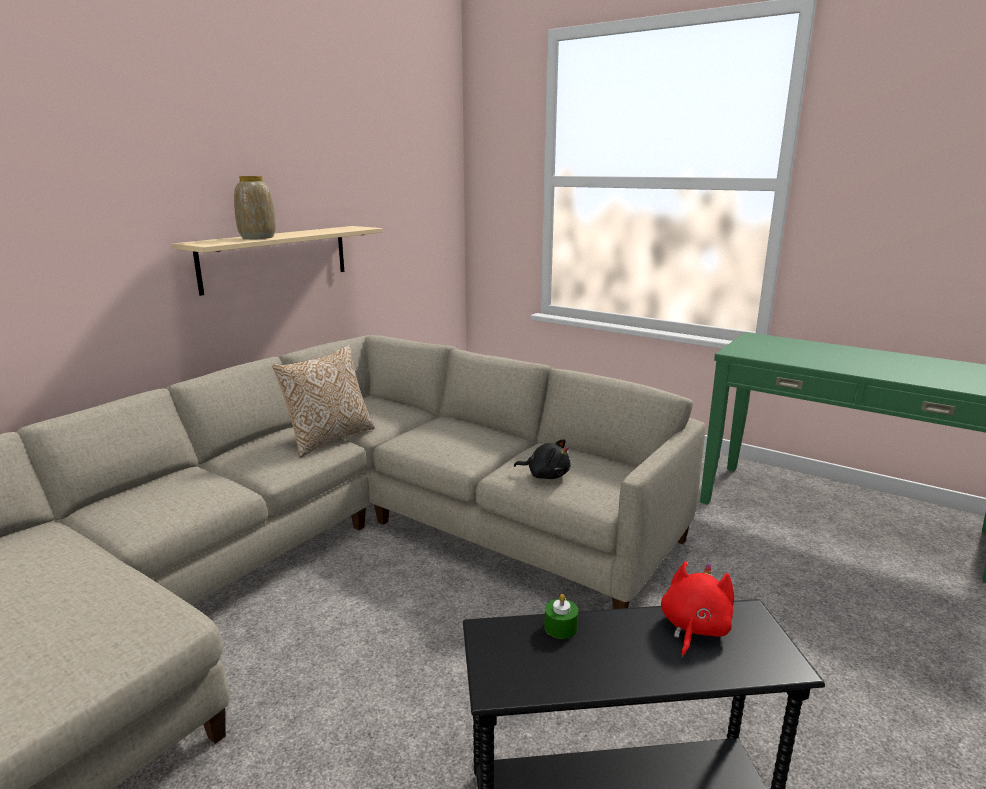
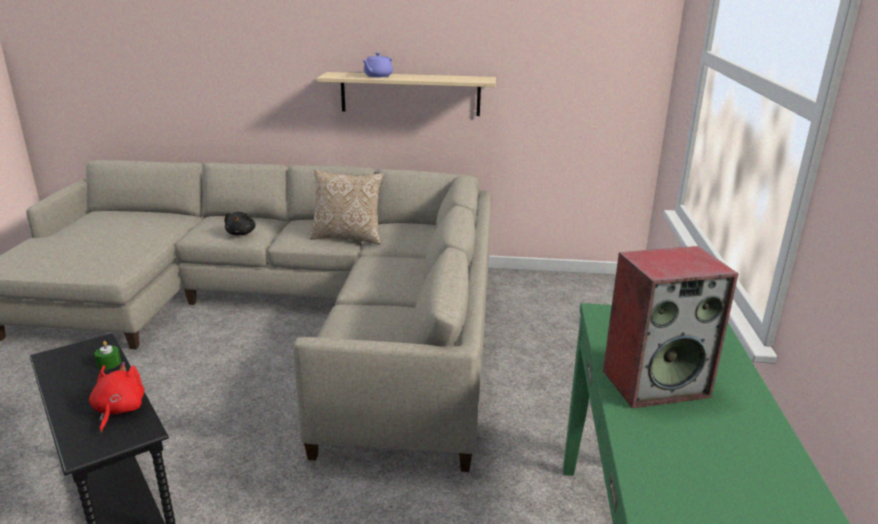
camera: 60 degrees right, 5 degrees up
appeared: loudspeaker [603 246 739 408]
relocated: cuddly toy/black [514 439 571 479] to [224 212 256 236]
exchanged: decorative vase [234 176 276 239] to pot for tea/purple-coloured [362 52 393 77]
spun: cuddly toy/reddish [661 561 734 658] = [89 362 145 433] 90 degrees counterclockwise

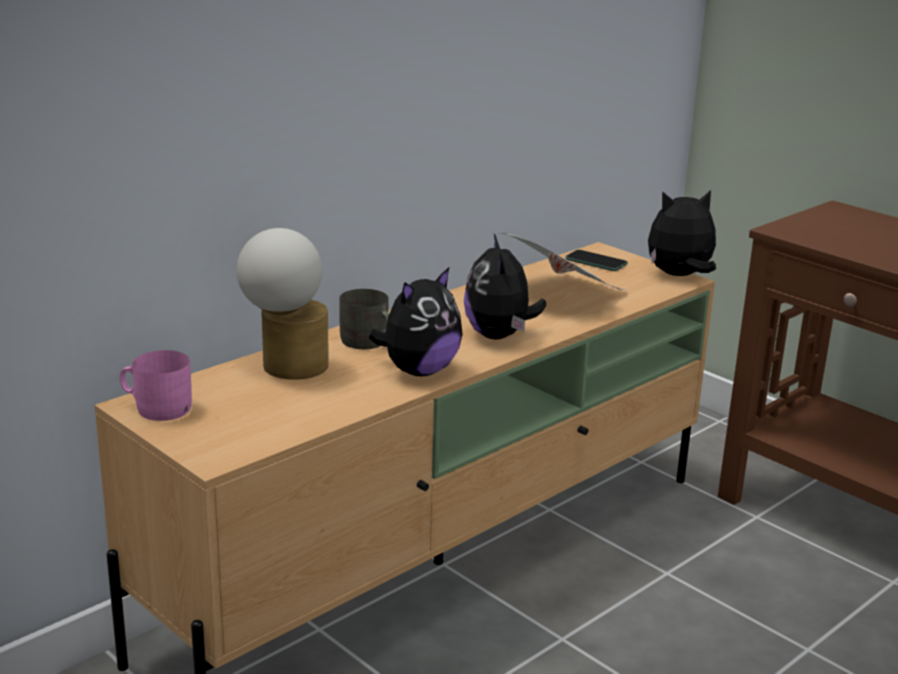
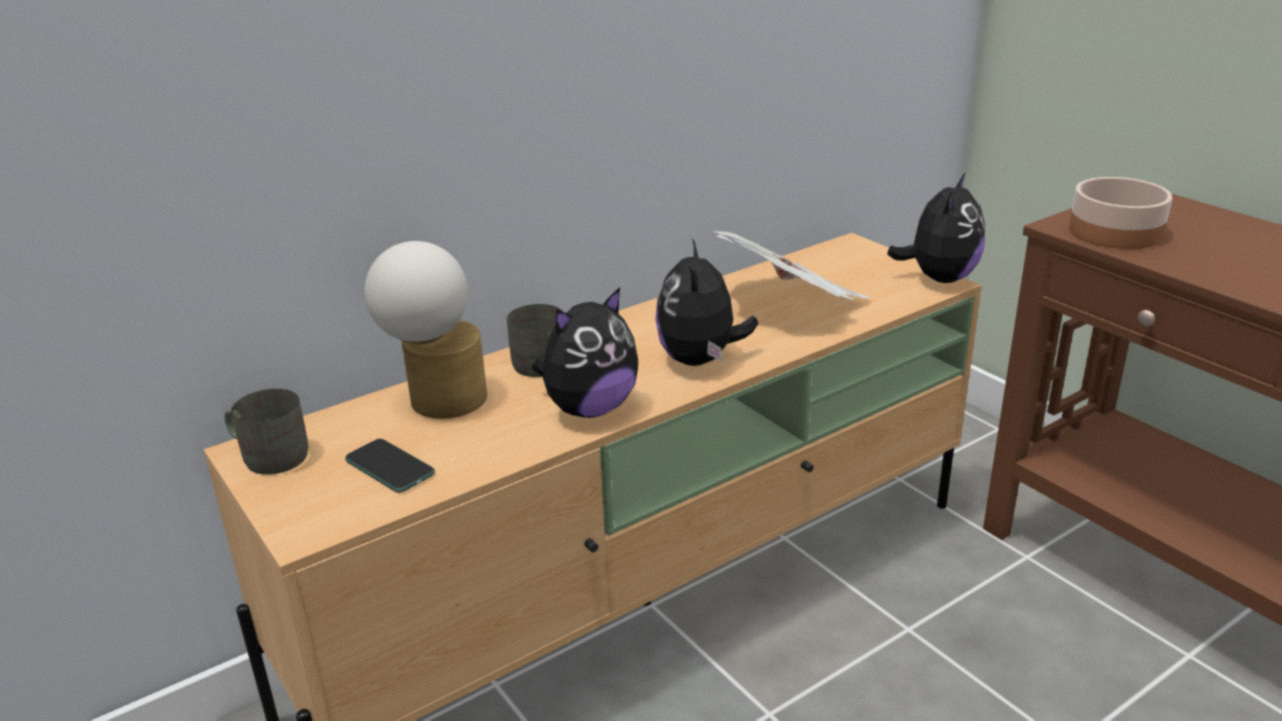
camera: 10 degrees right, 5 degrees up
appeared: bowl [1069 177 1172 249]
relocated: phone [565 250 628 271] to [345 439 435 493]
colour: tea mug/pink [120 350 192 421] to tea mug/greyish [225 389 308 475]
spun: cuddly toy [648 190 716 276] = [887 172 985 283] 120 degrees clockwise

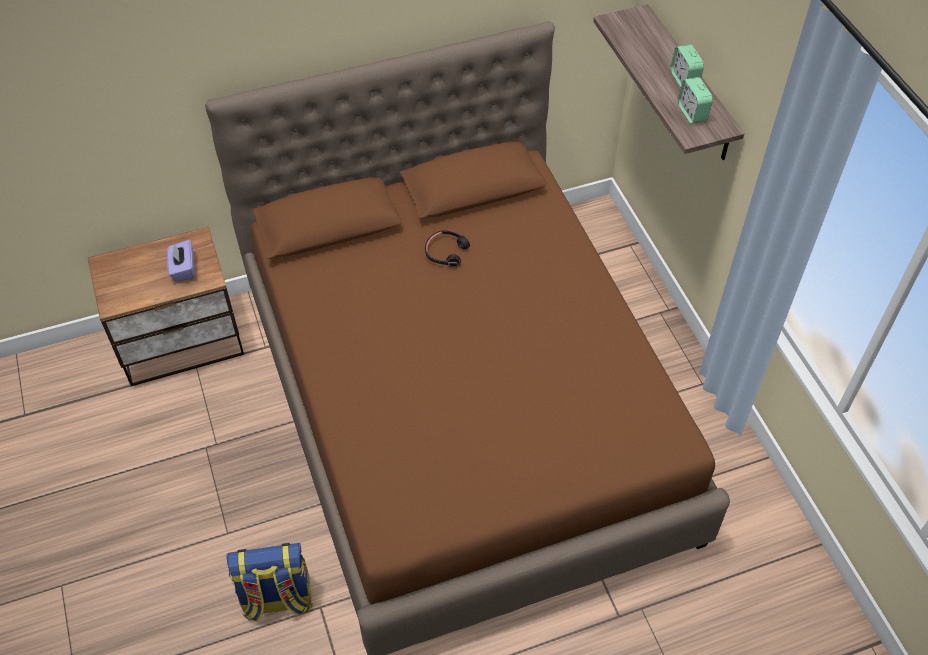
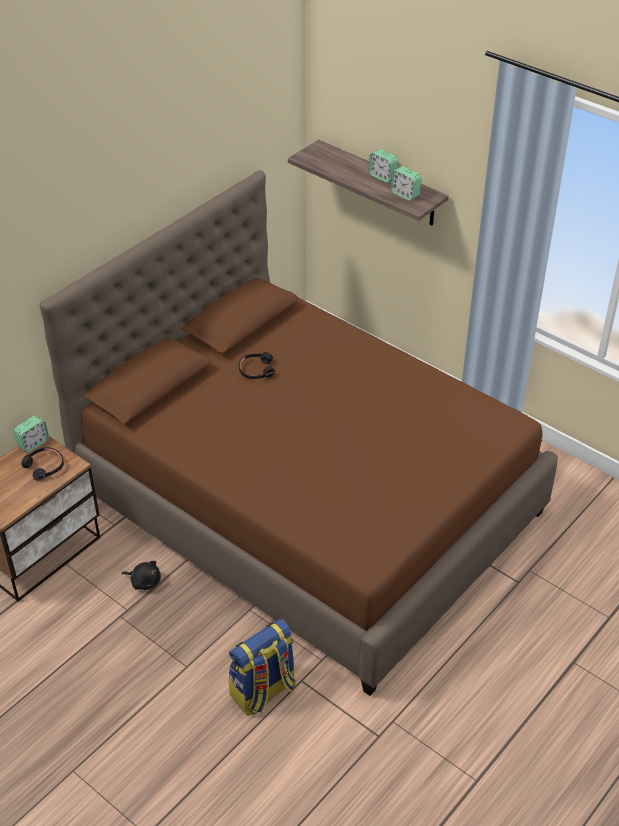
camera: 30 degrees left, 10 degrees down
appeared: table clock [14 416 49 453]; cuddly toy/black [121 561 161 590]
exchanged: tissue holder/purple-coloured [167 240 195 282] to headphones/black [21 447 64 481]

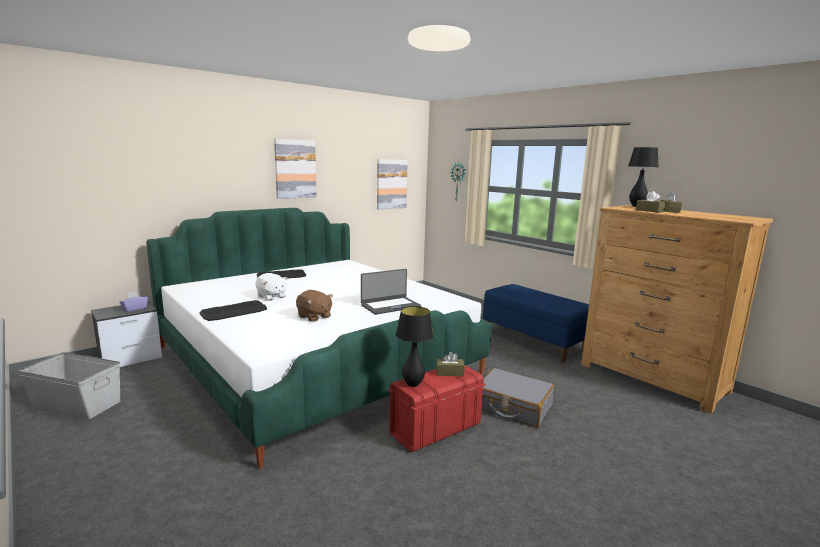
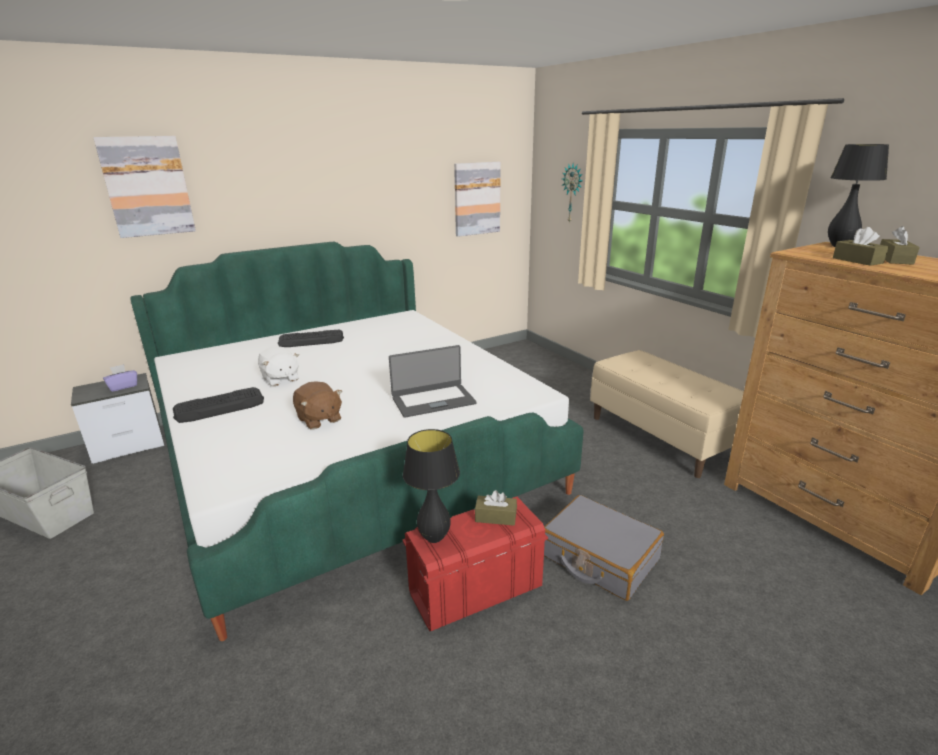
camera: 10 degrees right, 10 degrees up
relocated: wall picture [274 139 317 199] to [93 136 196 238]
colour: indoor bench/blue-coloured [483 284 589 362] to indoor bench/sand-coloured [590 350 744 478]

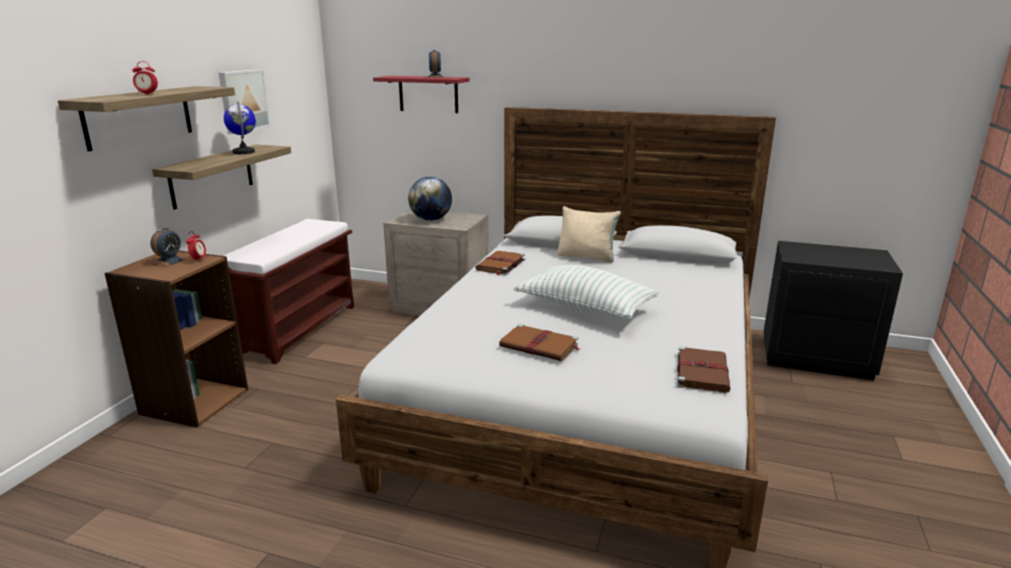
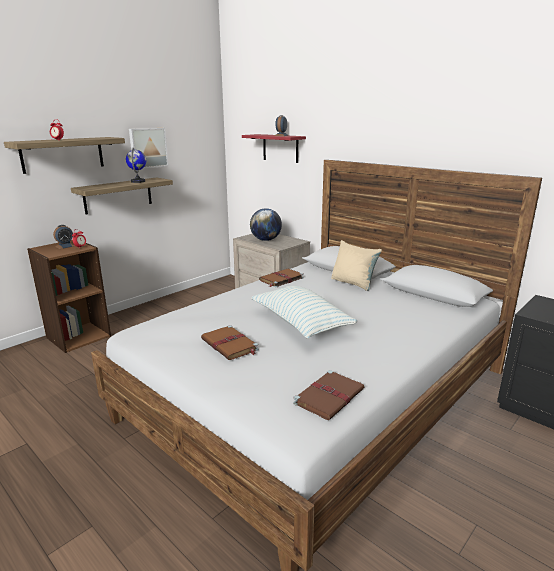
camera: 25 degrees right, 0 degrees up
missing: indoor bench/brown [223 219 354 364]

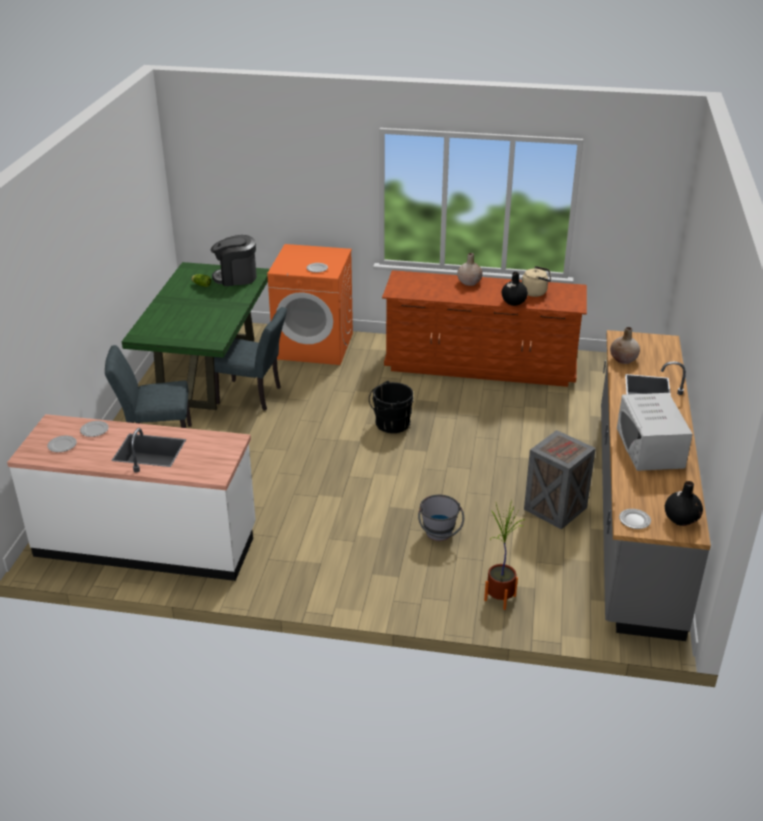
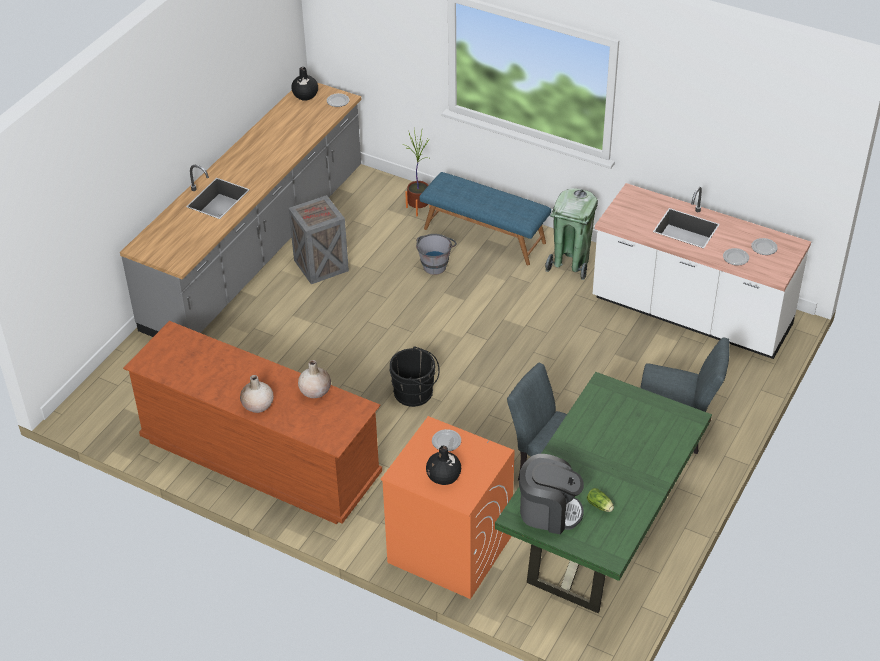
camera: 160 degrees left, 10 degrees up
missing: kettle/sand-coloured [522 266 551 297]; microwave/white-coloured [617 393 693 471]
appeared: indoor bench/blue-coloured [419 172 551 265]; waste bin/green [545 188 598 280]
relocated: decorative vase/sand-coloured [610 327 640 364] to [298 360 331 398]; decorative vase/black [502 272 528 306] to [426 446 461 485]

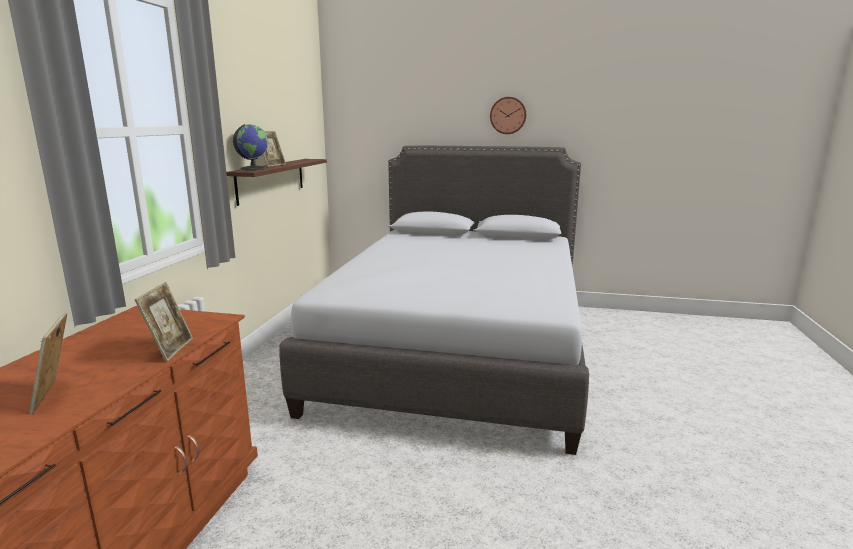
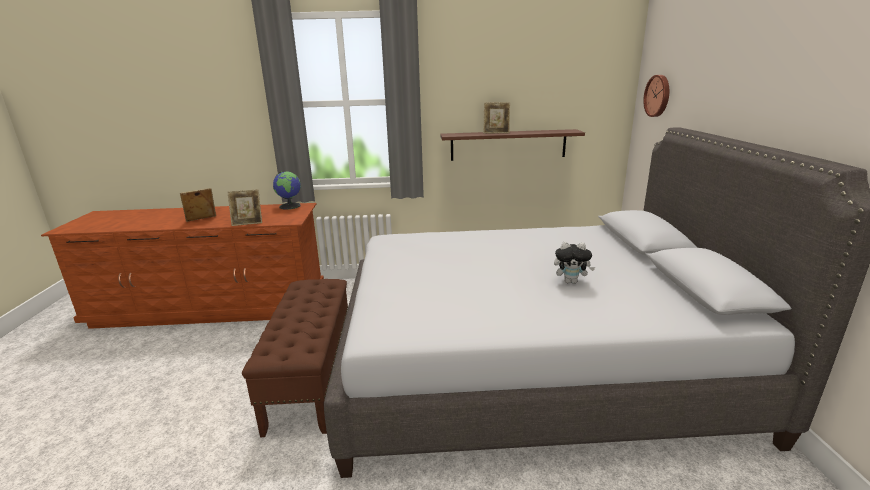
camera: 75 degrees right, 5 degrees up
appeared: indoor bench/brown [242 279 348 437]; cuddly toy [554 242 595 284]
relocated: globe [233 124 268 171] to [273 171 301 210]; hanging clock [490 97 526 134] to [643 75 669 117]

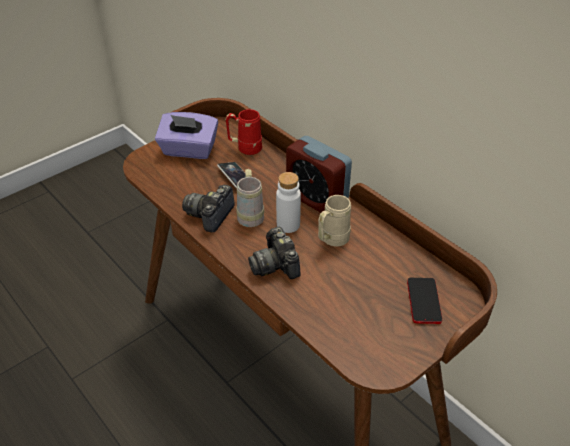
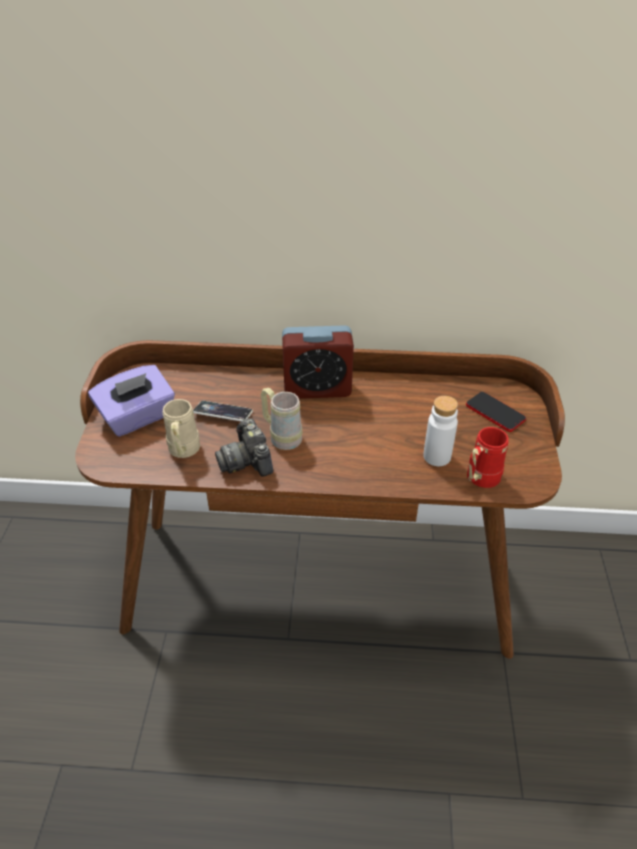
camera: 45 degrees left, 0 degrees up
missing: photo camera [248 227 301 279]
relocated: tea mug/sand-coloured [318 195 351 247] to [163 399 200 458]; beverage bottle/white-coloured [276 172 301 233] to [423 396 458 466]; tea mug/reddish [225 109 262 155] to [467 427 509 488]

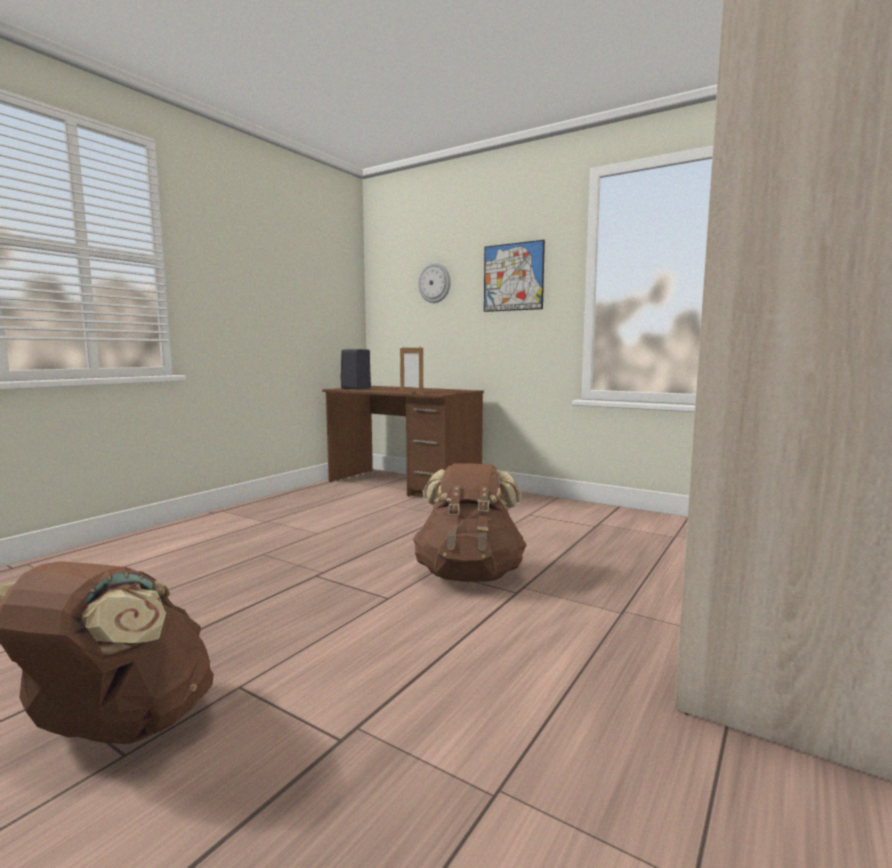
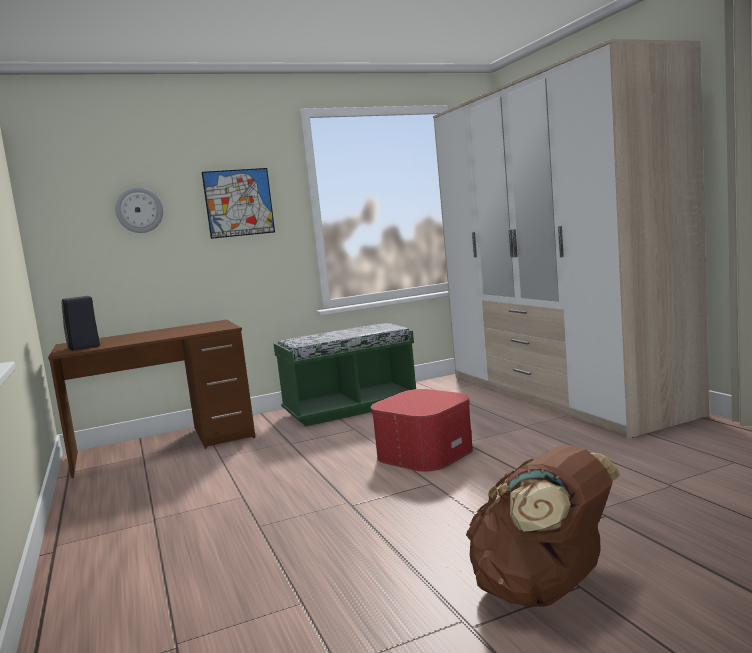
camera: 55 degrees left, 0 degrees up
missing: standing frame [400 346 423 394]
appeared: indoor bench/green [273 323 416 426]
exchanged: backpack/brown [413 464 527 582] to pouffe [371 389 473 472]

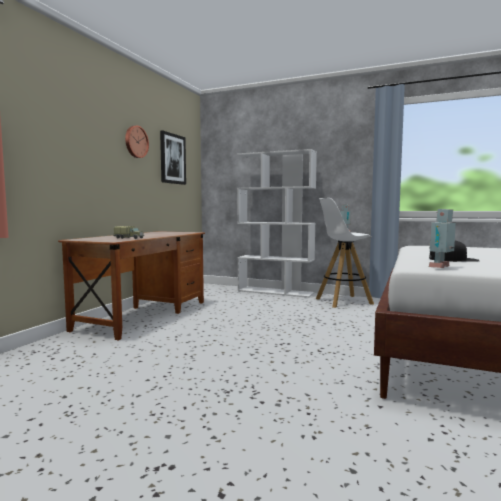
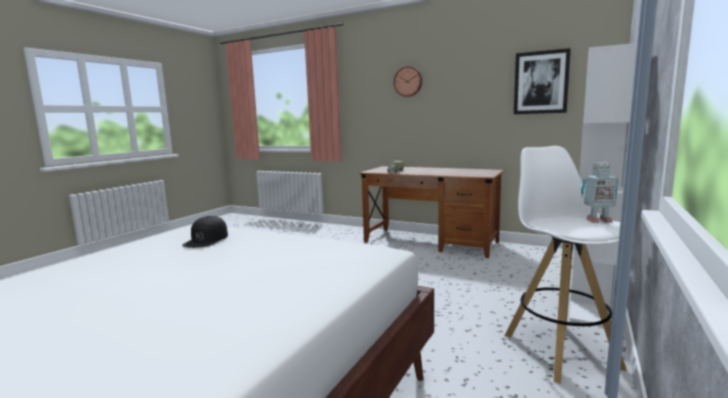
camera: 95 degrees right, 5 degrees up
missing: model robot [429 209 456 268]
relocated: hanging clock [125 125 149 158] to [394 66 422 97]

